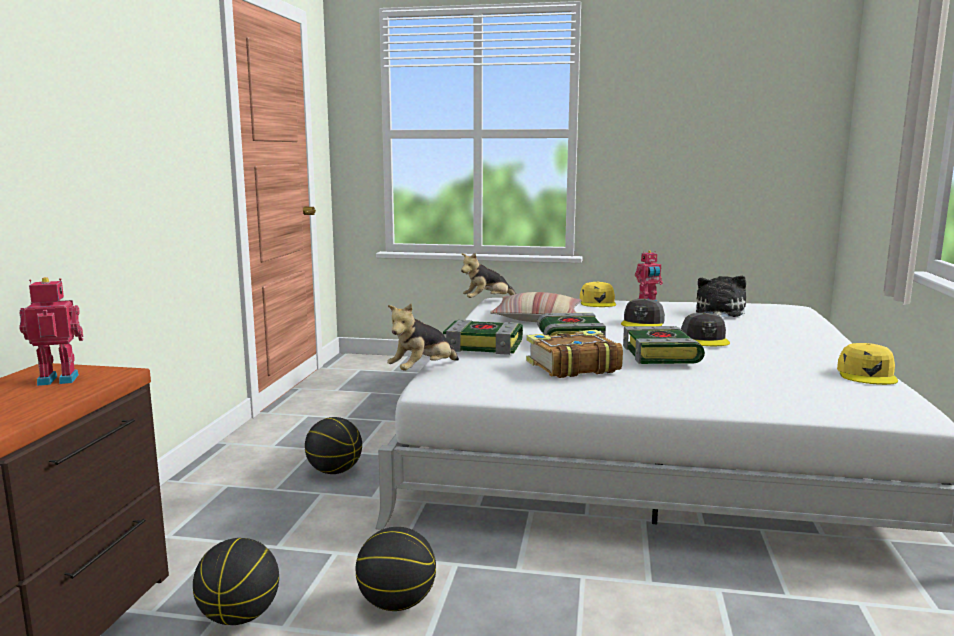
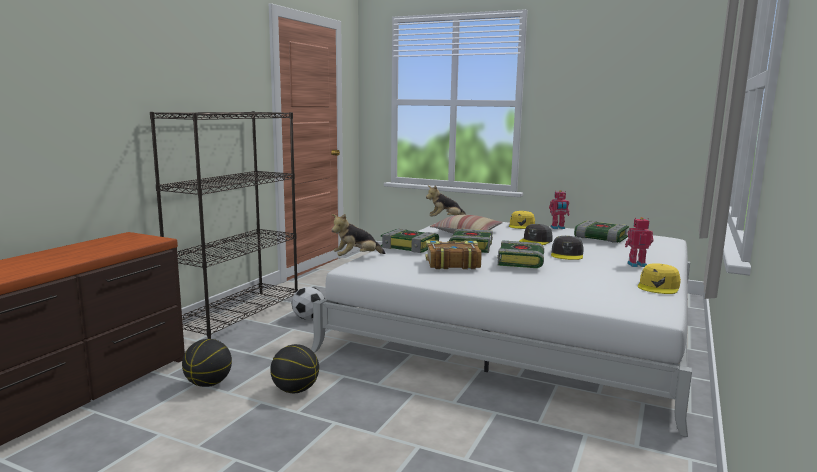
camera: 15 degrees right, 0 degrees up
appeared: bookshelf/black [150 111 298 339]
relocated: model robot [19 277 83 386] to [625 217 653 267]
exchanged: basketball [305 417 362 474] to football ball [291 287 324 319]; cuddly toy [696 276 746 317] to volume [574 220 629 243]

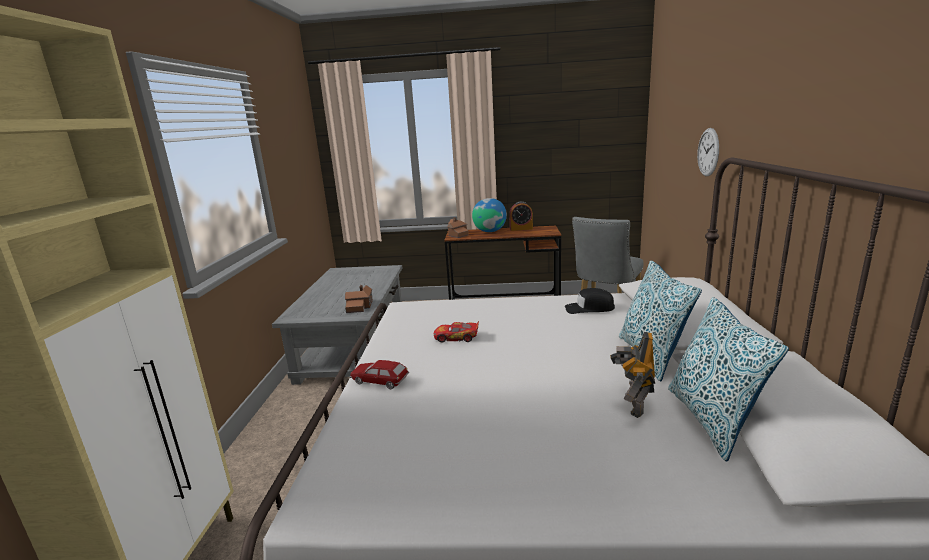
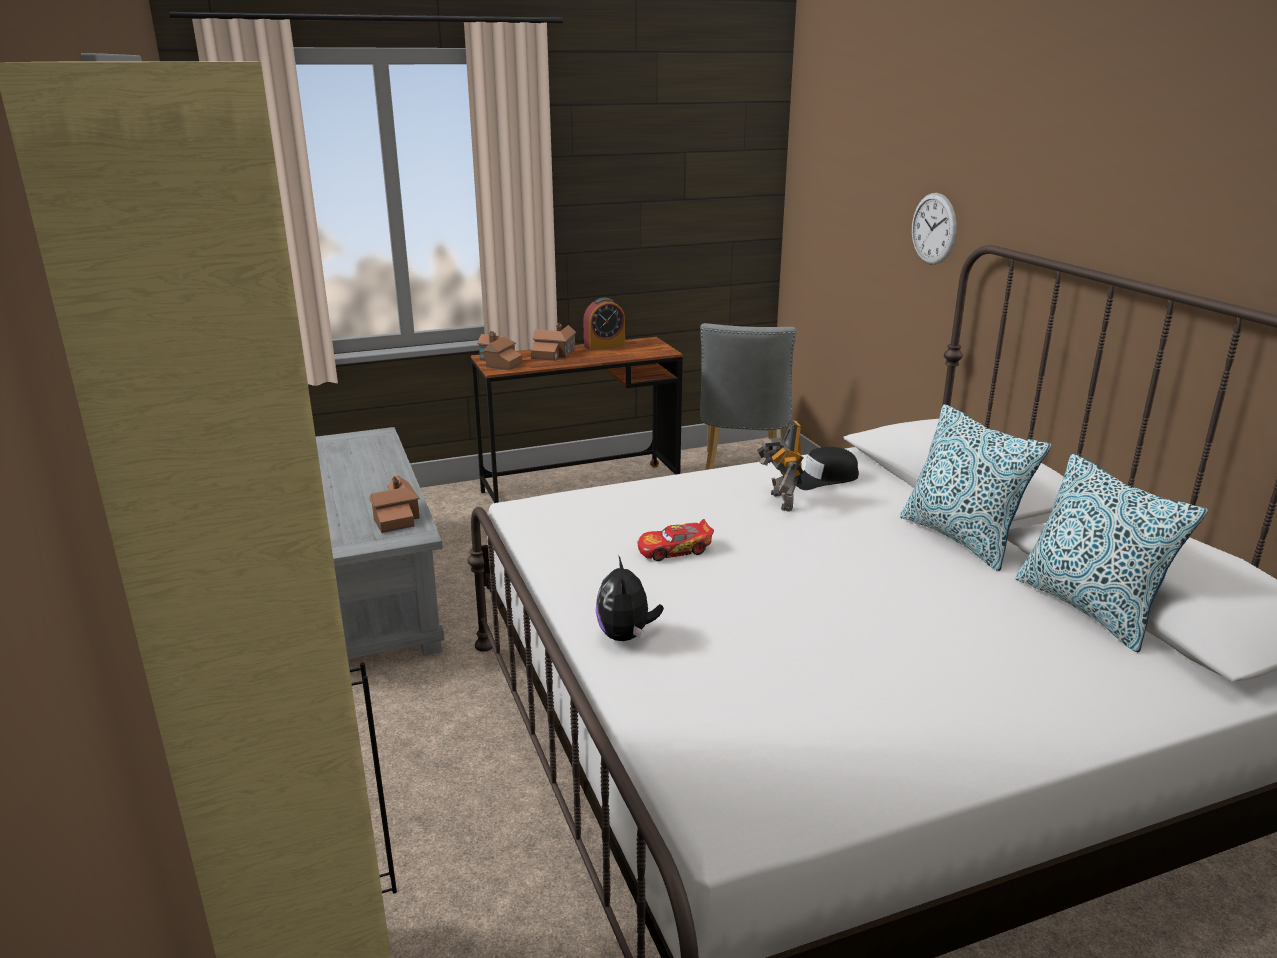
camera: 25 degrees left, 5 degrees up
relocated: model robot [610 332 655 418] to [757 420 803 512]
exchanged: globe [472 198 507 232] to toy house [531 323 576 361]; miniature car [349 360 409 389] to cuddly toy [595 555 664 641]

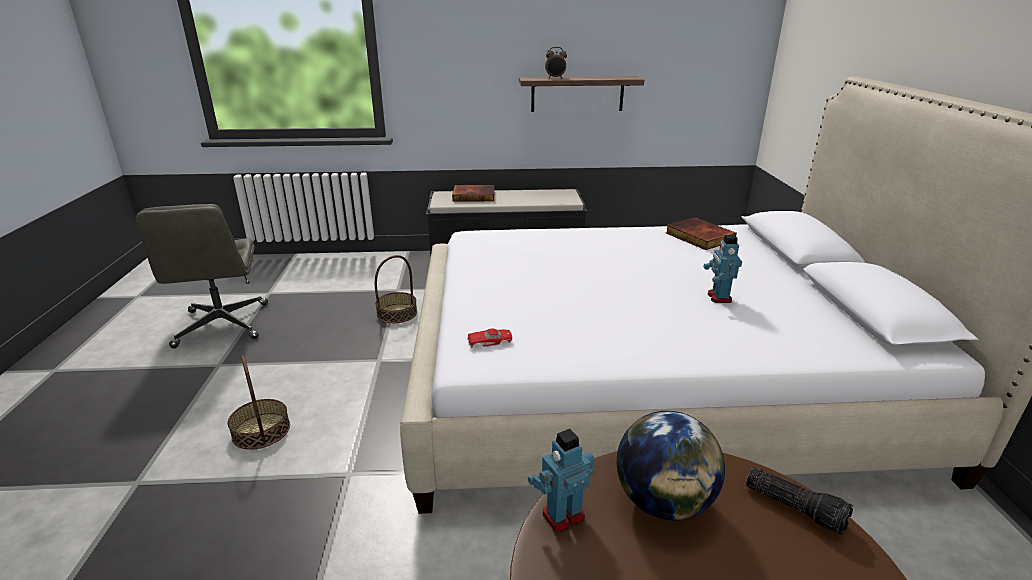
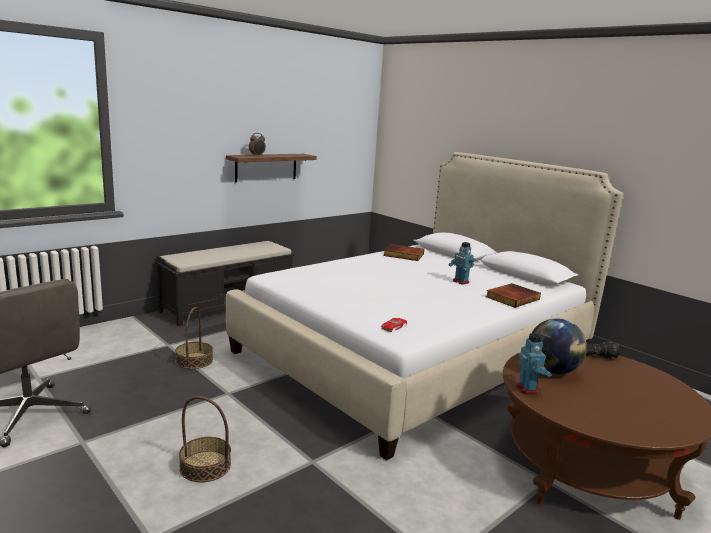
camera: 40 degrees left, 10 degrees down
relocated: volume [452 185 494 202] to [486 283 541 308]
spun: model robot [528 429 594 532] = [516 334 551 394] 150 degrees clockwise

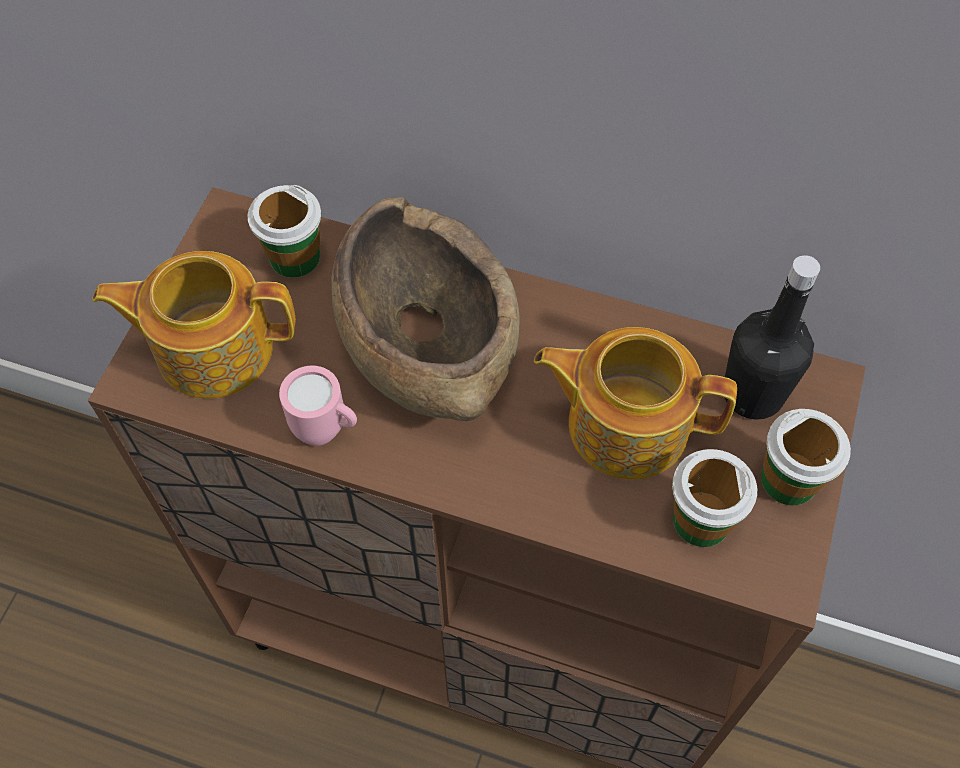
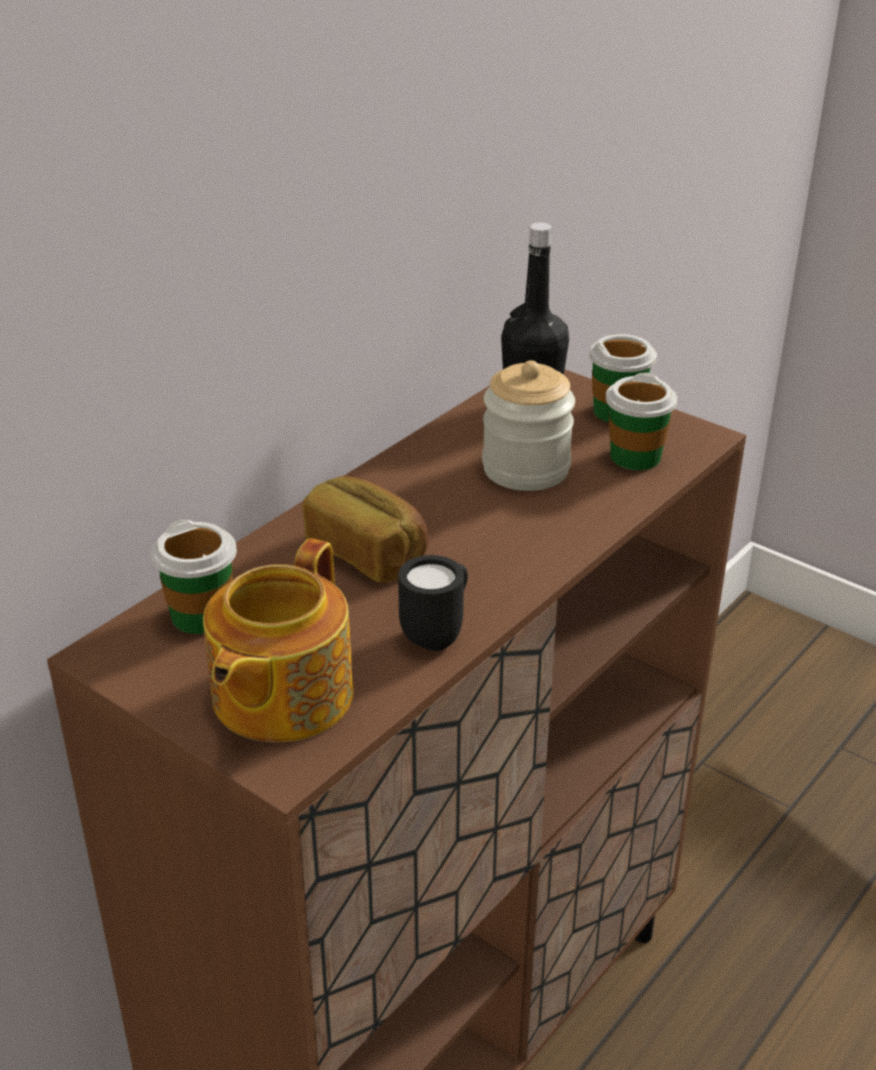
camera: 70 degrees left, 25 degrees down
exchanged: bowl/brown [331 197 520 421] to bread [302 476 429 583]; pot for tea [534 327 737 479] to jar [482 360 575 491]
colour: tea mug/pink [279 366 357 446] to tea mug/black [398 555 468 651]

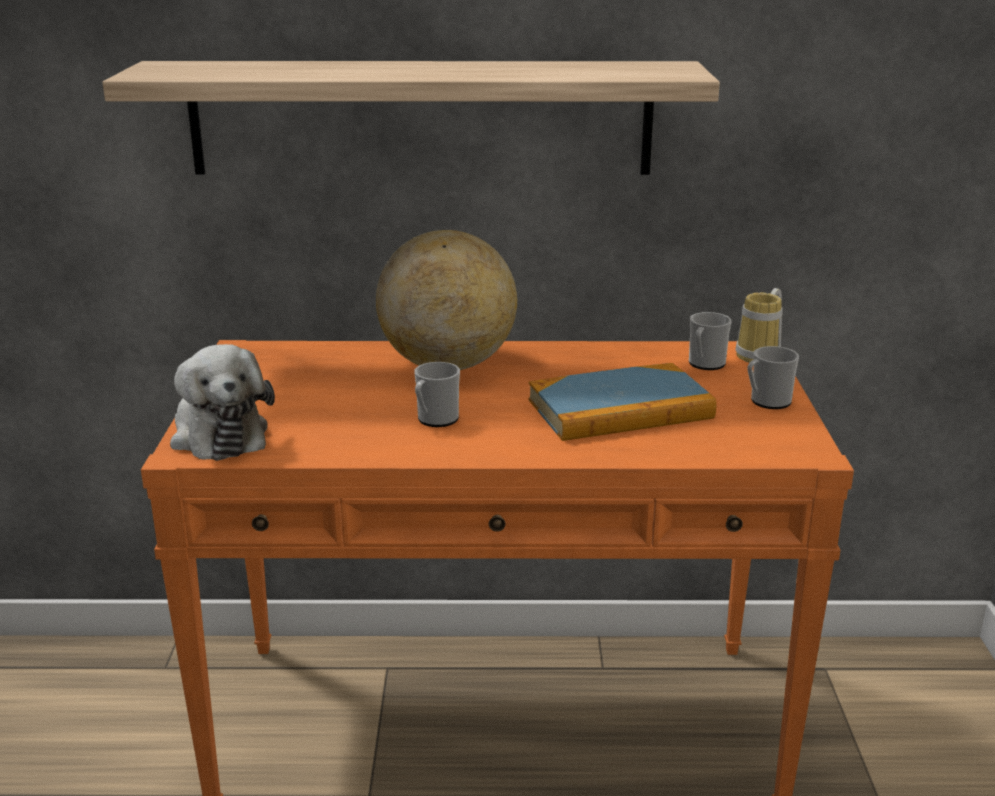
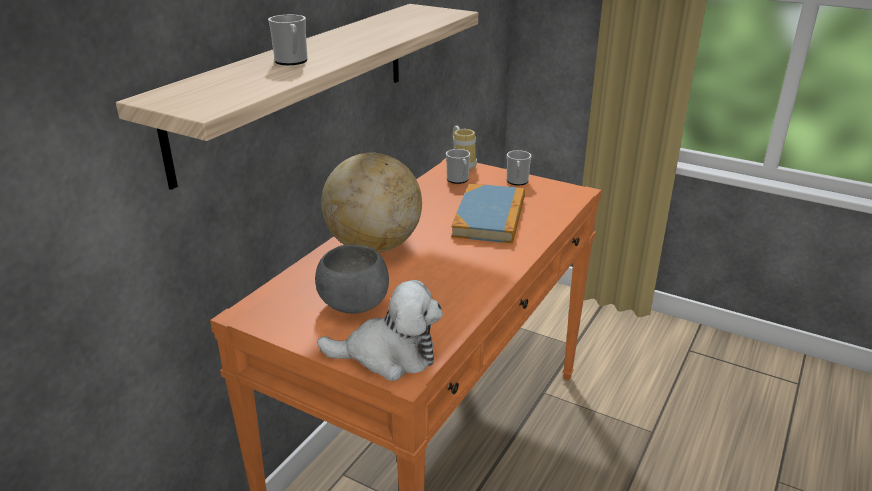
camera: 60 degrees left, 5 degrees up
appeared: bowl/greyish [315 245 389 314]
relocated: tea mug [414 362 460 427] to [268 15 308 65]

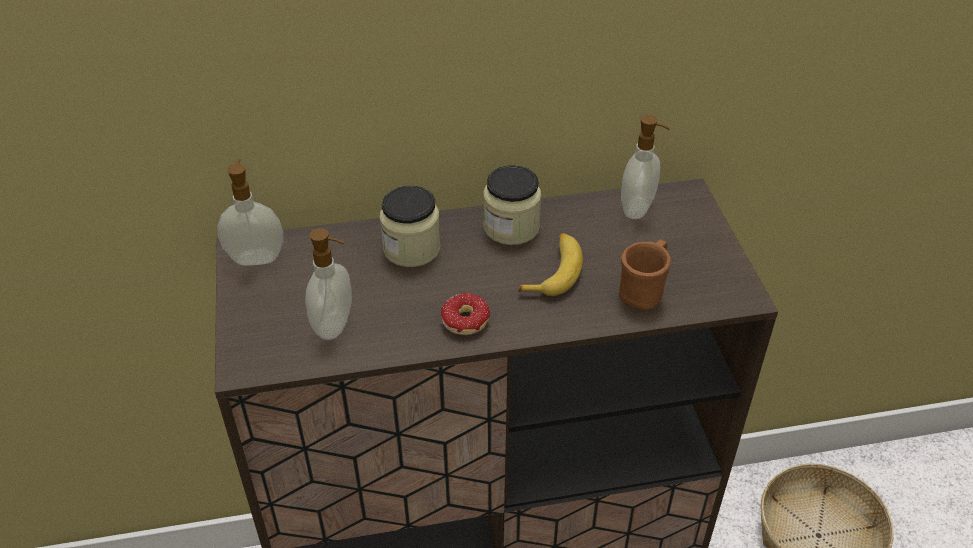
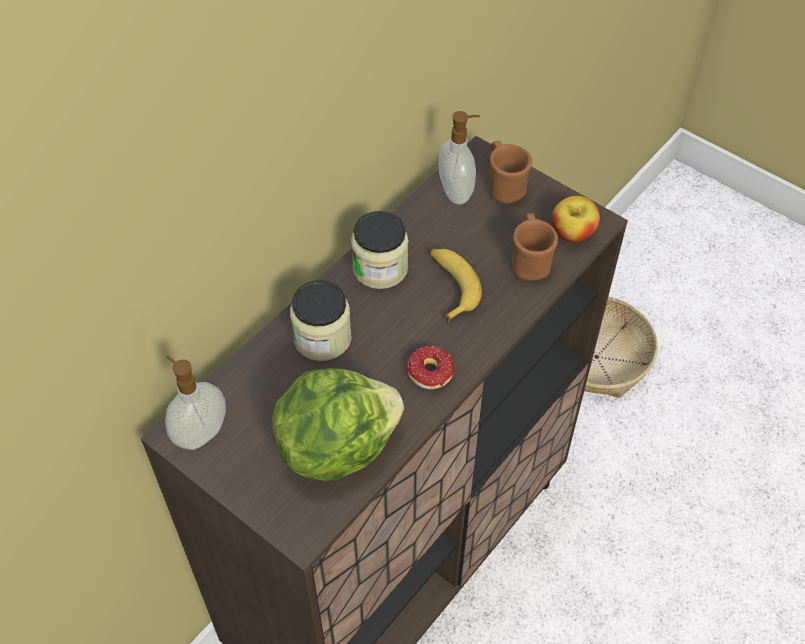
camera: 40 degrees left, 10 degrees up
appeared: tea mug/brown [489 140 532 203]; apple [552 196 600 242]
exchanged: liquid soap bottle [305 228 352 340] to head of lettuce [272 368 404 481]

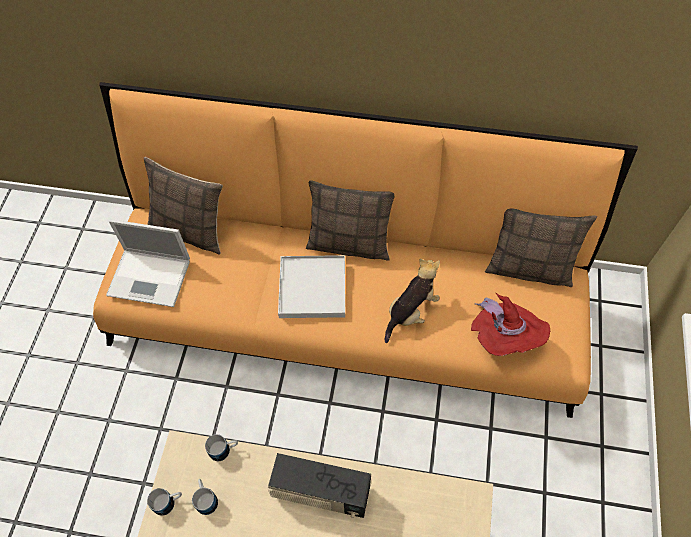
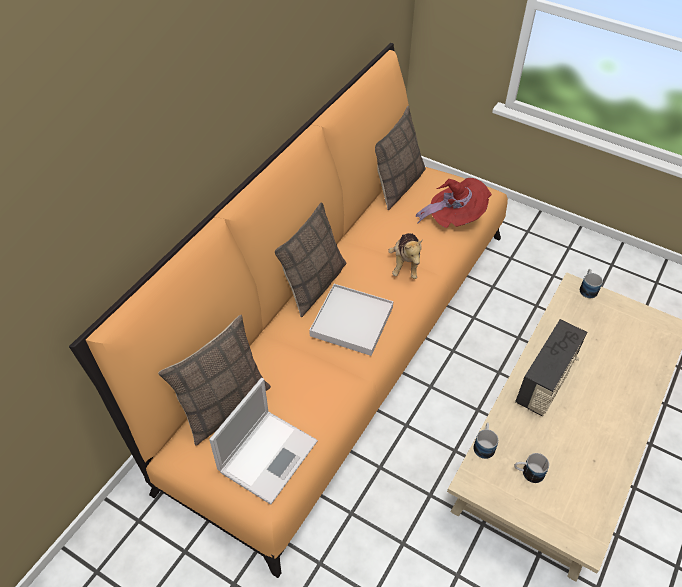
camera: 70 degrees left, 10 degrees down
relocated: tea mug [147 488 182 516] to [580 269 603 298]
spun: cuddly toy [385 259 440 343] = [388 233 423 279] 150 degrees counterclockwise

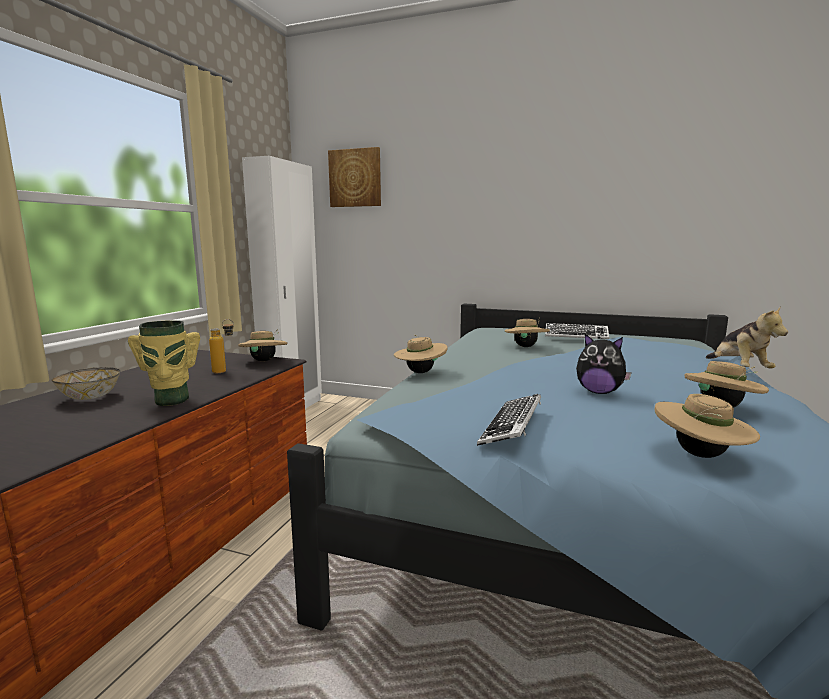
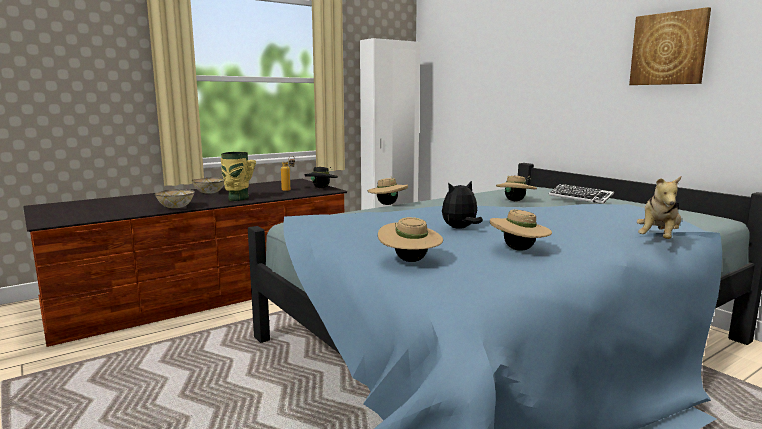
camera: 35 degrees right, 0 degrees up
missing: computer keyboard [477 394 541 446]
appeared: bowl [155 189 195 208]
relocated: wall picture [328 147 381 207] to [629 7 711 85]
colour: clothing hat/sand-coloured [238 330 288 361] to clothing hat/black [305 167 338 188]
spun: cuddly toy [576 334 632 394] = [442 181 483 229] 90 degrees clockwise

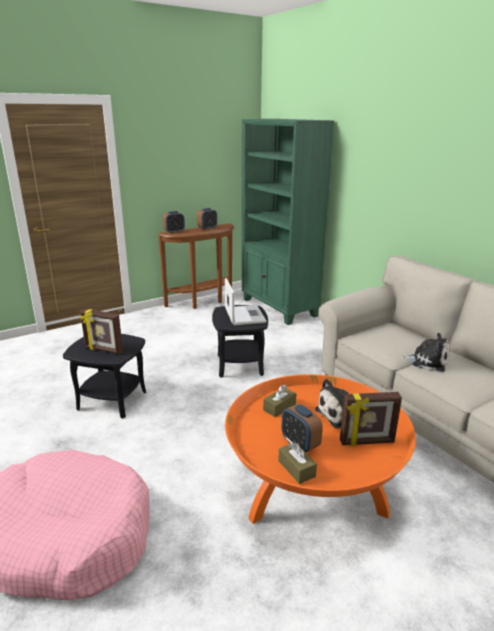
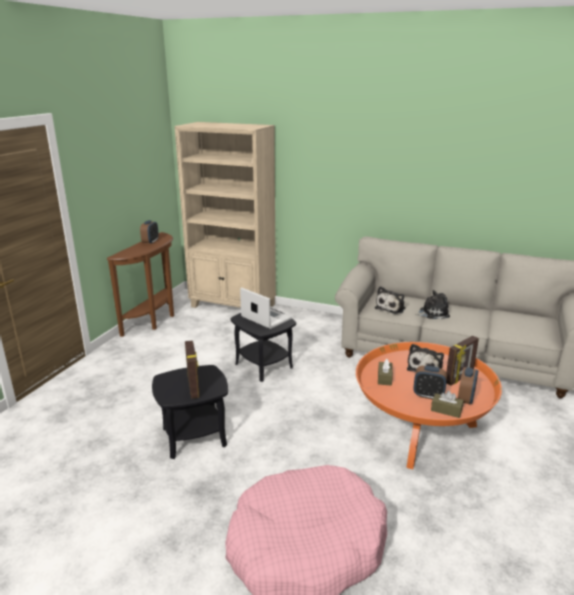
camera: 35 degrees left, 0 degrees up
appeared: cuddly toy [375 286 406 314]
relocated: table clock [163 211 185 234] to [458 367 478 405]
colour: bookshelf/green [242 119 334 325] to bookshelf/sand-coloured [175 122 276 308]
spun: standing frame [80 309 123 354] = [185 341 200 399] 90 degrees counterclockwise

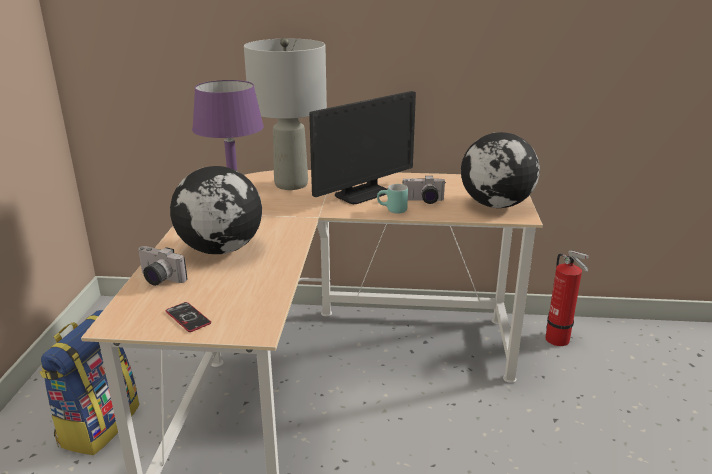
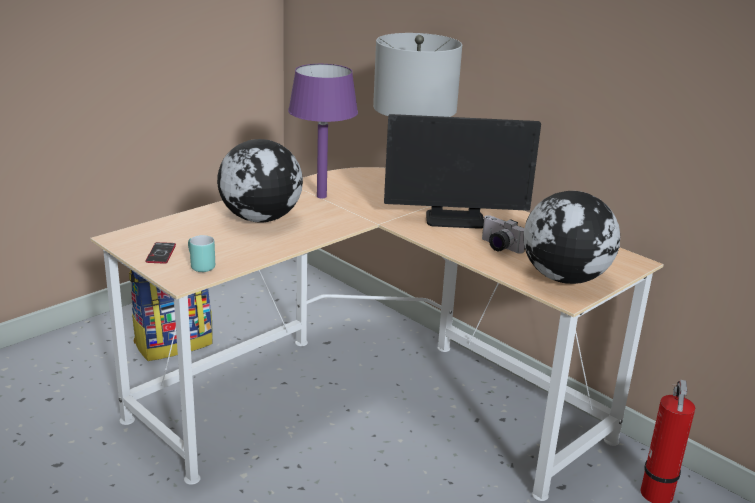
camera: 40 degrees right, 0 degrees up
missing: photo camera [137 246 188 286]
relocated: tea mug/turquoise-coloured [377 184 408 214] to [188 235 215 272]

